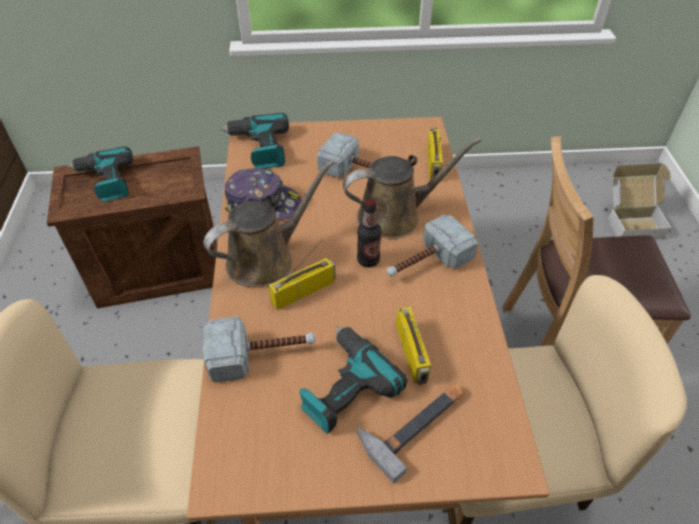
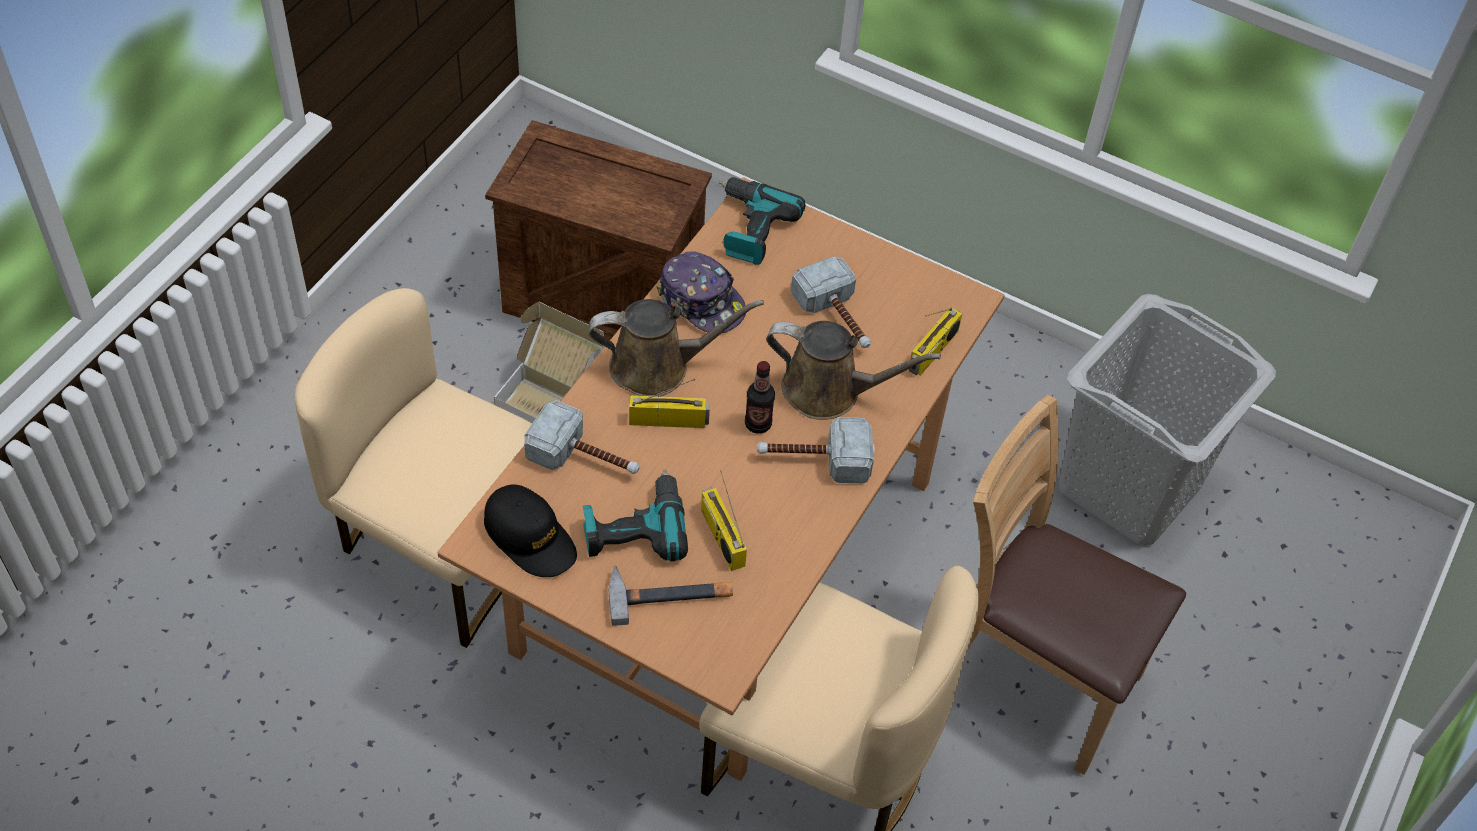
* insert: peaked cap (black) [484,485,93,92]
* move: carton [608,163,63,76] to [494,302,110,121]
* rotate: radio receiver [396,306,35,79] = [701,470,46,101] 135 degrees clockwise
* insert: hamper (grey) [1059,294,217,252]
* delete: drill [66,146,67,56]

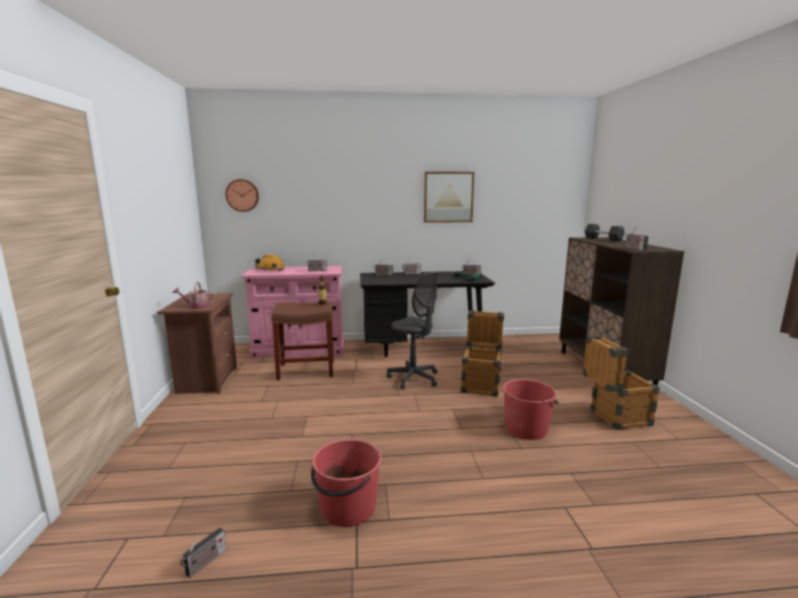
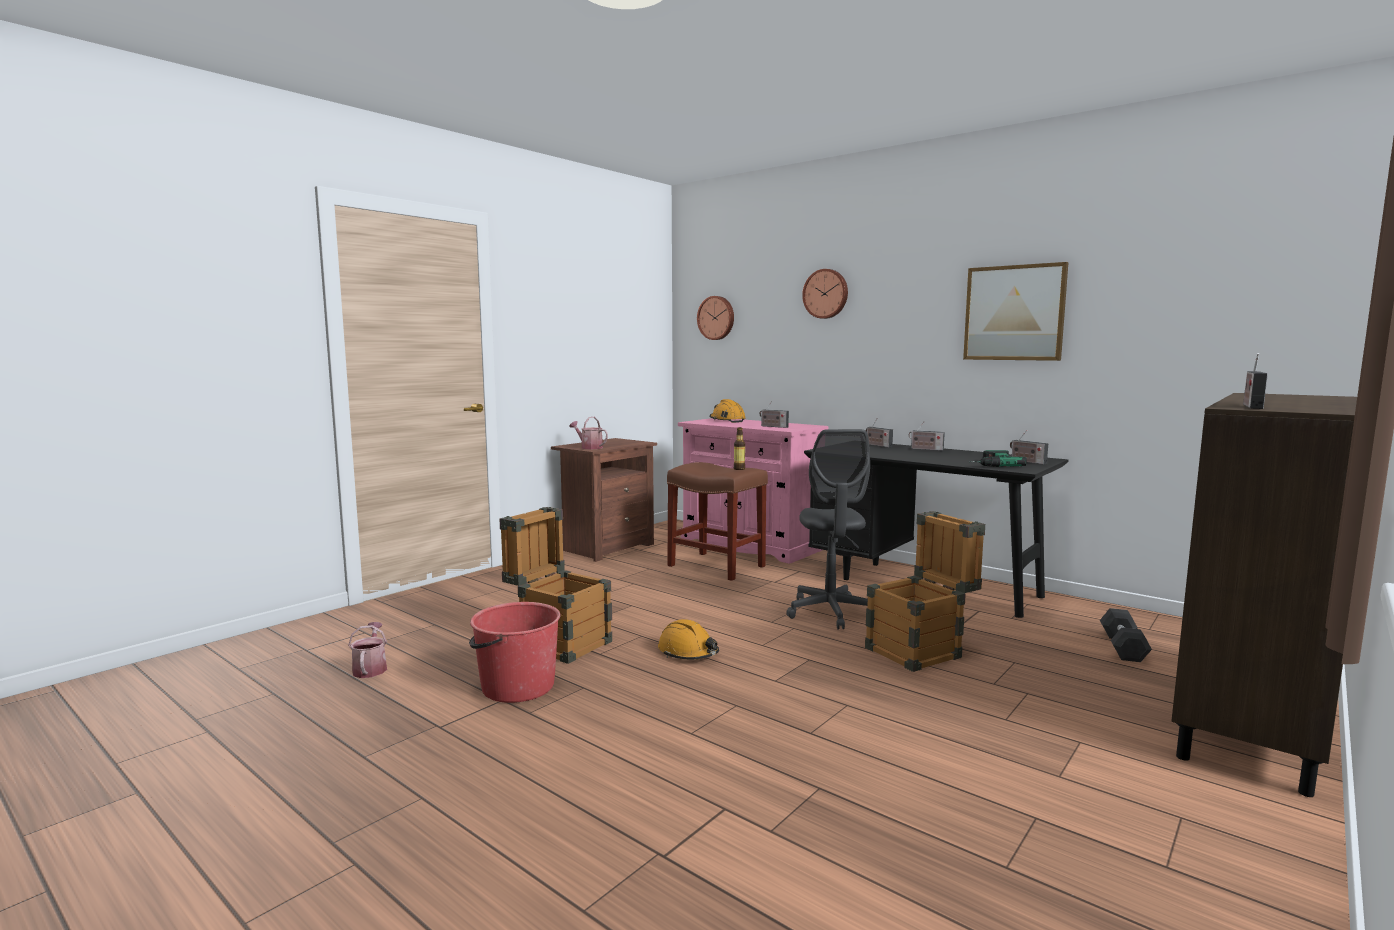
* replace: radio receiver [180,528,46,50] to watering pot [348,622,39,56]
* move: crate [582,335,78,95] to [500,507,112,157]
* insert: safety helmet (orangey) [658,619,61,41]
* insert: hanging clock [802,269,46,50]
* move: dumbbell (grey) [585,224,40,17] to [1100,608,52,54]
* delete: bucket (red) [503,379,55,61]

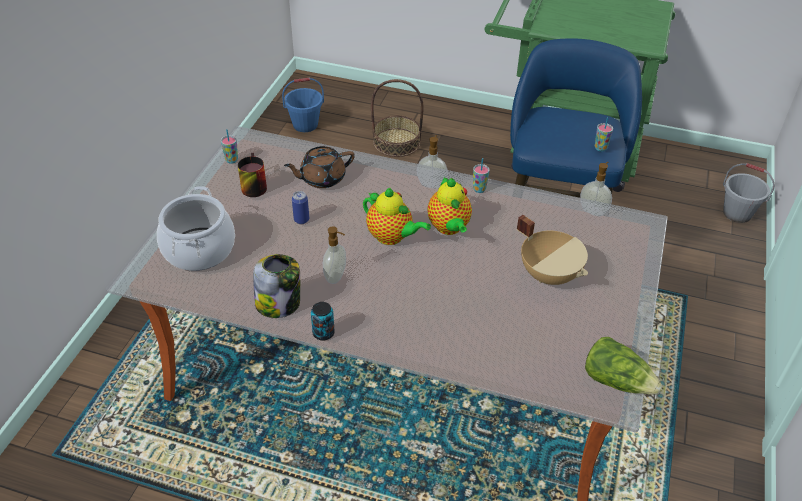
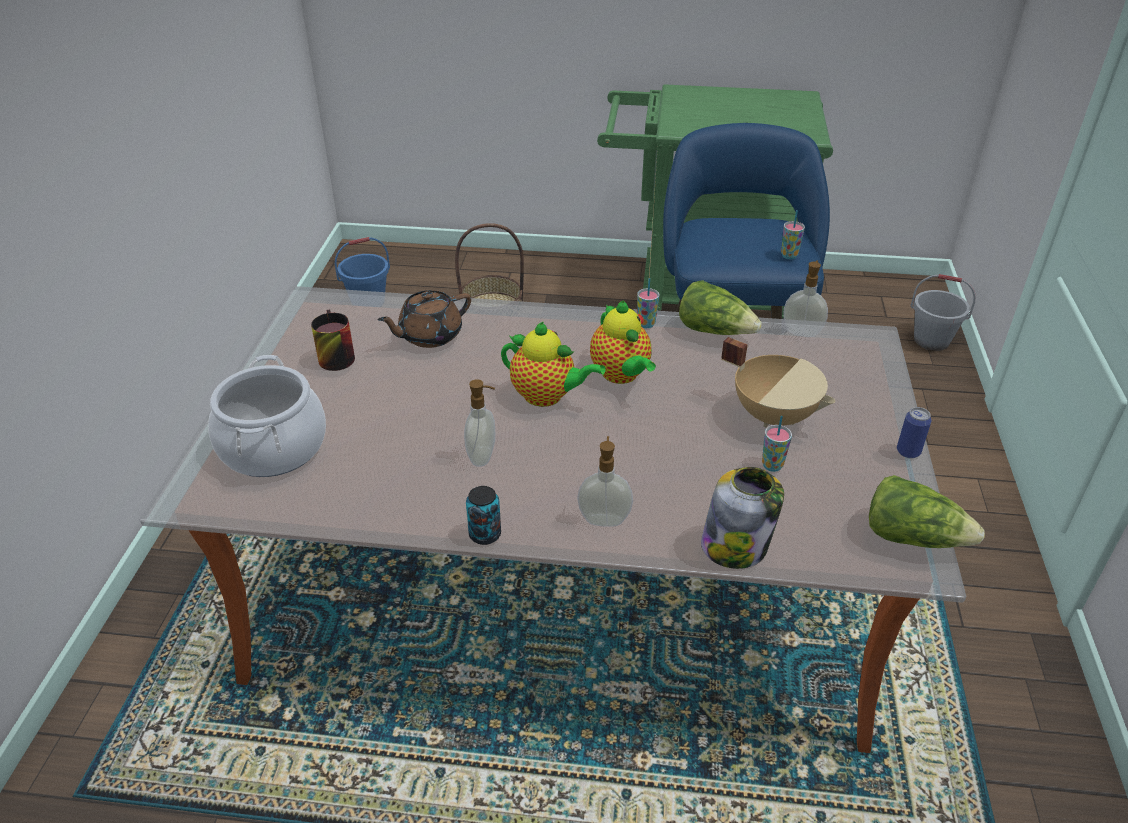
* move: liquid soap bottle [417,135,31,54] to [577,436,56,91]
* insert: lettuce head [679,280,83,55]
* move: storage jar [253,254,47,64] to [701,467,83,102]
* move: cup [221,129,17,35] to [762,416,30,56]
* move: metal can [292,191,17,33] to [897,407,35,51]

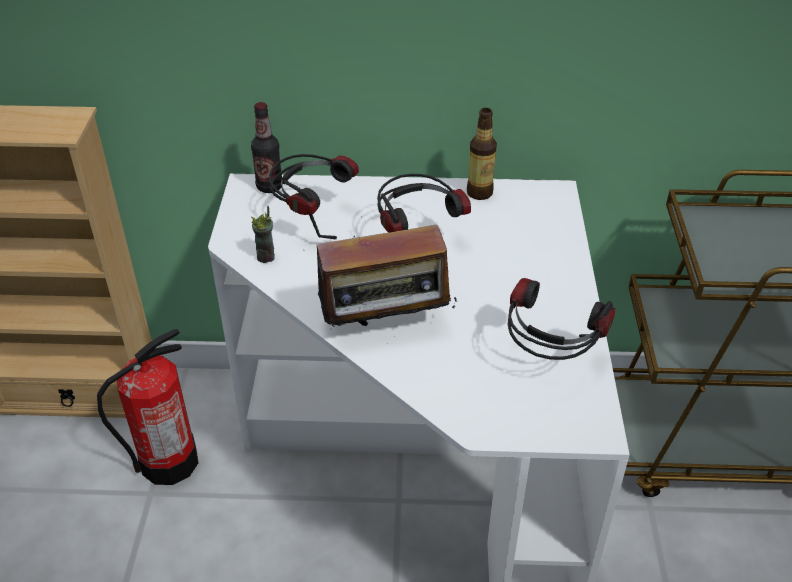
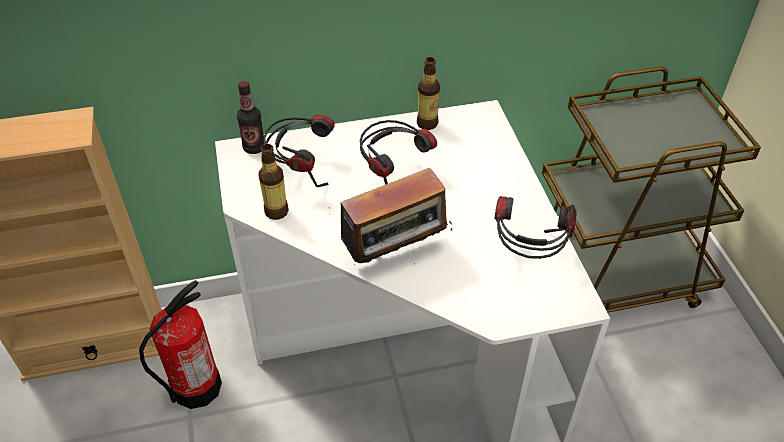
* replace: cup [251,206,24,57] to beverage bottle [258,144,31,76]

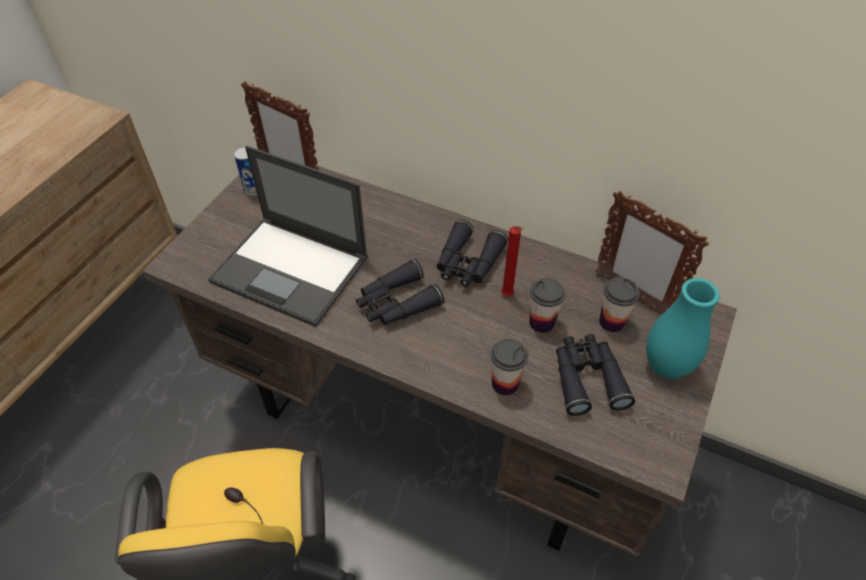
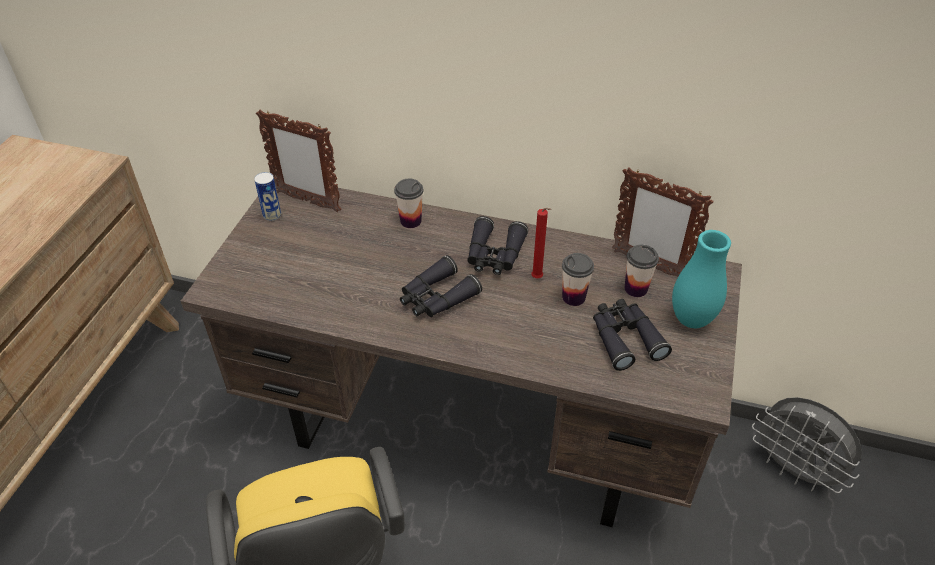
* move: cup [490,338,38,57] to [394,179,30,49]
* insert: fan (grey) [752,397,110,96]
* delete: portable computer [208,146,160,181]

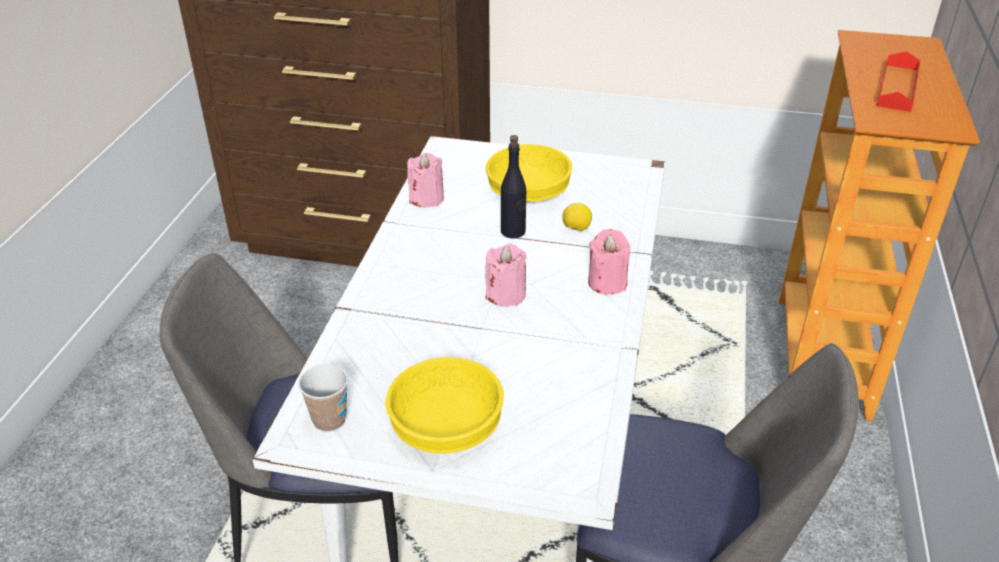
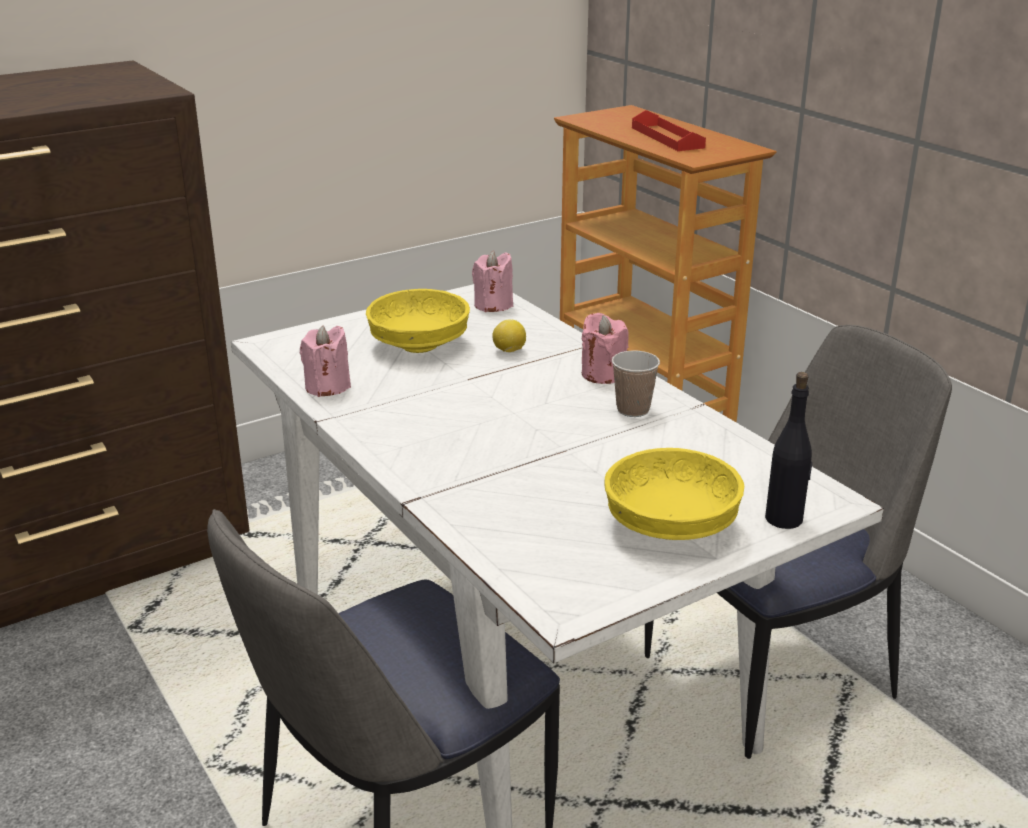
* move: wax candle (pink-coloured) [485,243,42,64] to [472,251,41,61]
* move: cup [298,364,50,68] to [612,351,48,66]
* move: beverage bottle (black) [501,135,26,103] to [765,372,47,157]

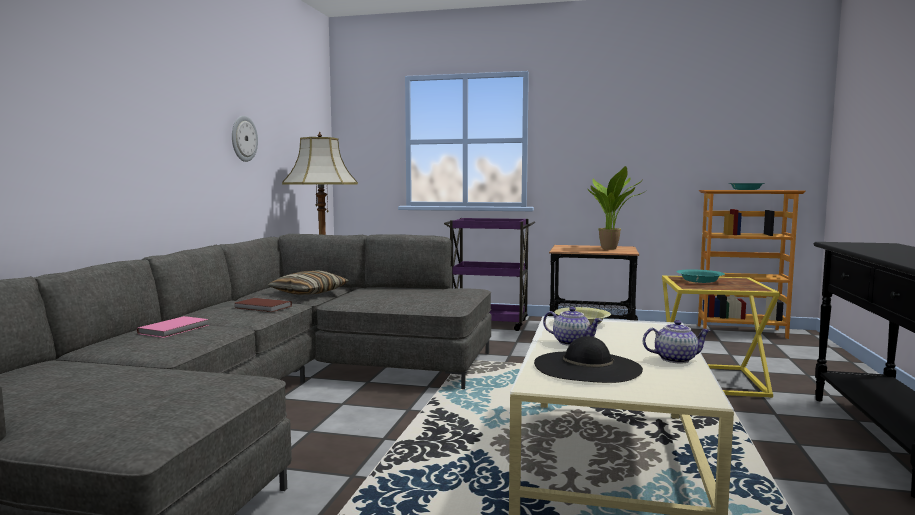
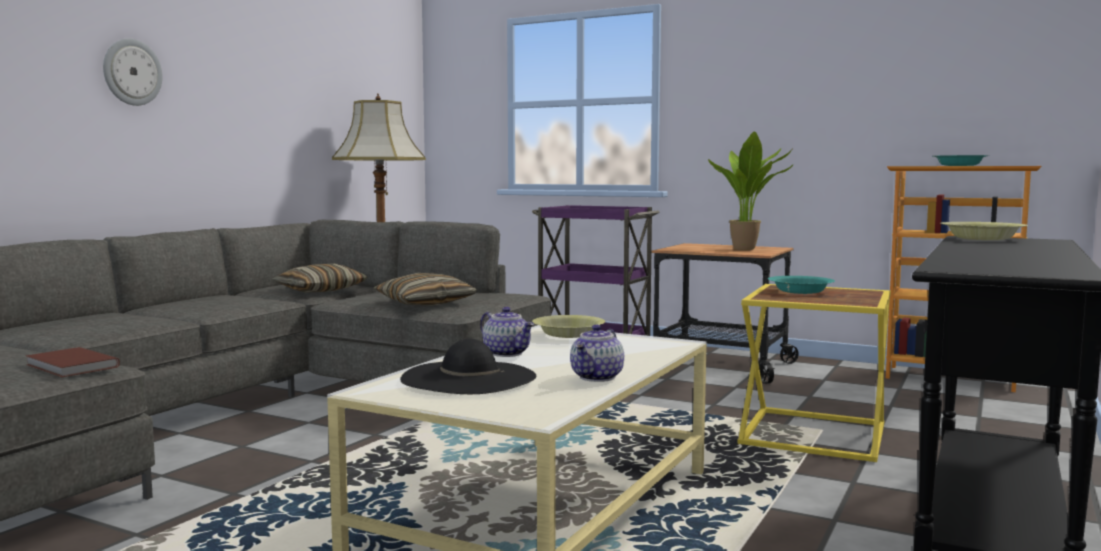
* move: book (brown-coloured) [235,298,57,14] to [26,347,94,30]
* move: hanging clock [232,116,26,46] to [103,38,60,68]
* insert: throw pillow [374,273,103,33]
* rotate: teapot [643,320,68,43] = [570,325,54,57] 105 degrees clockwise
* insert: serving bowl (yellow-coloured) [941,222,87,18]
* delete: book (pink-coloured) [137,316,72,22]

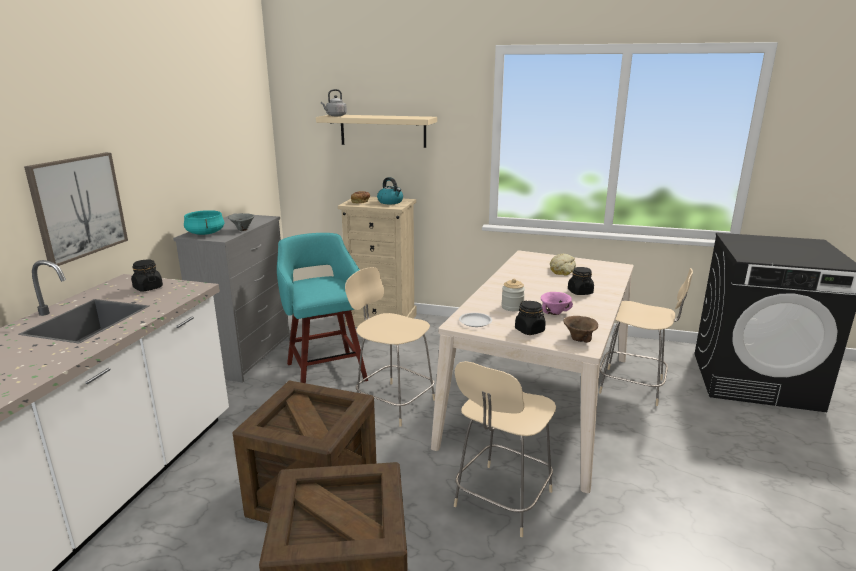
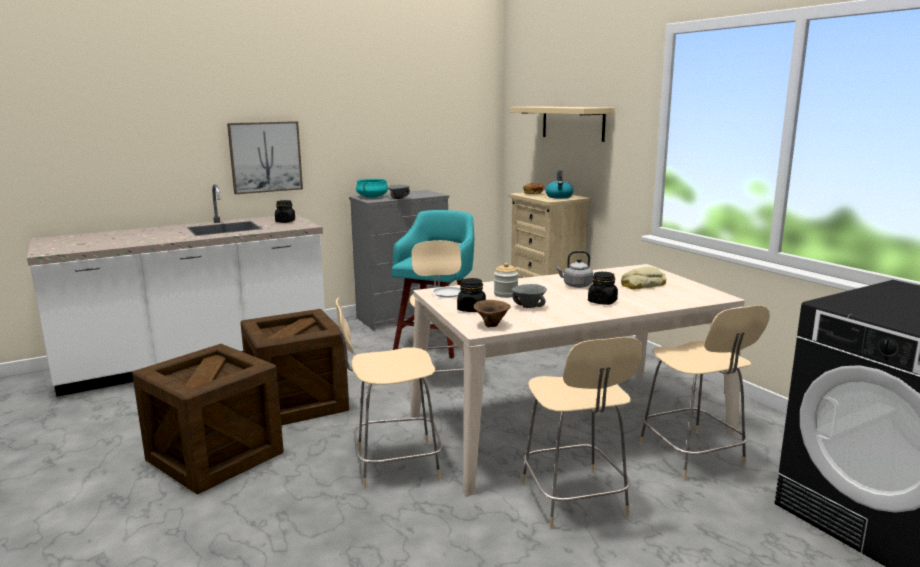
* recolor: serving bowl (pink-coloured) [541,292,32,23] to serving bowl (grey) [512,284,35,24]
* insert: chair (sand-coloured) [522,337,121,192]
* move: water kettle (grey) [321,89,26,27] to [556,251,37,37]

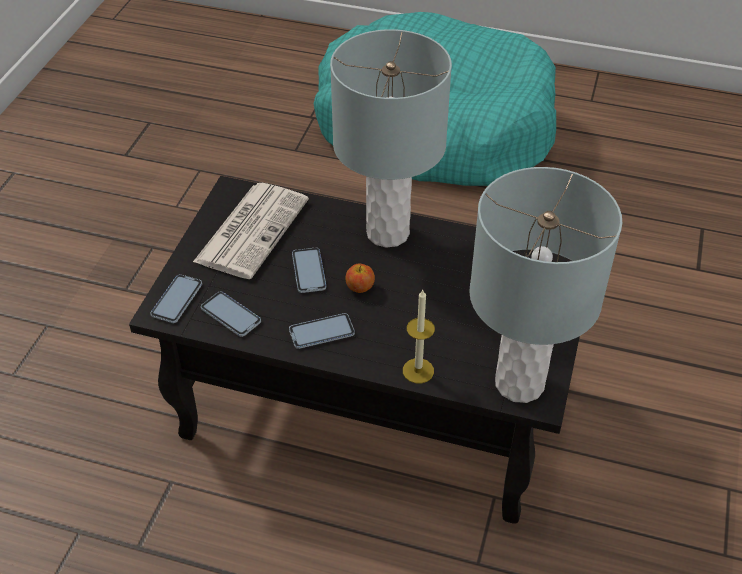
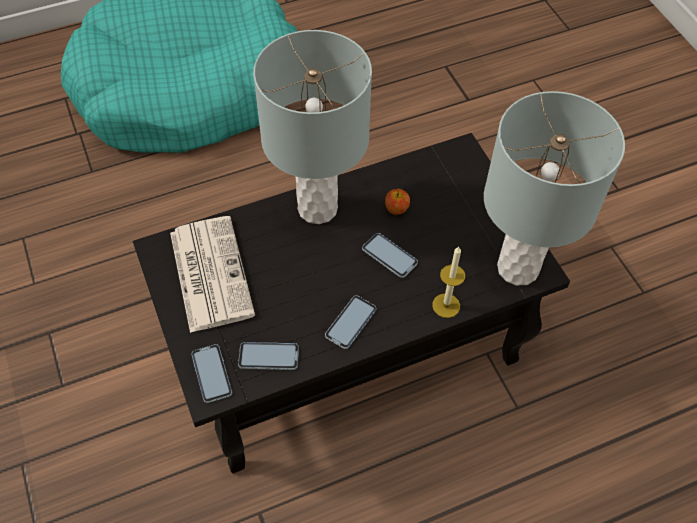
* move: handset [292,248,34,45] to [362,233,56,45]
* move: whole apple [345,264,30,29] to [385,189,25,26]

